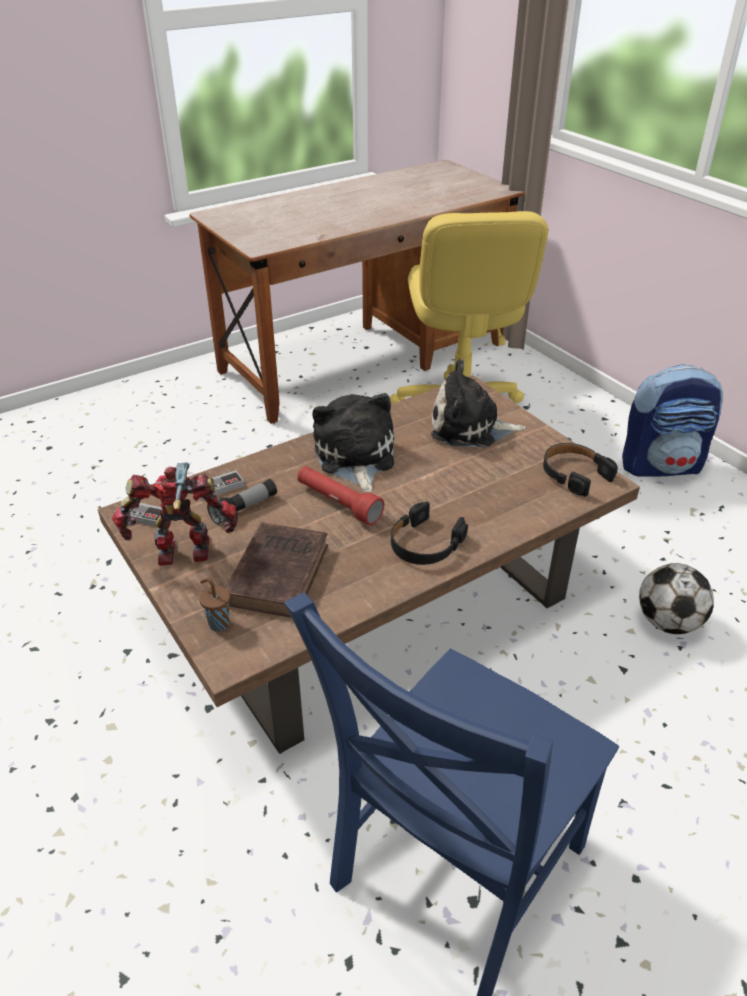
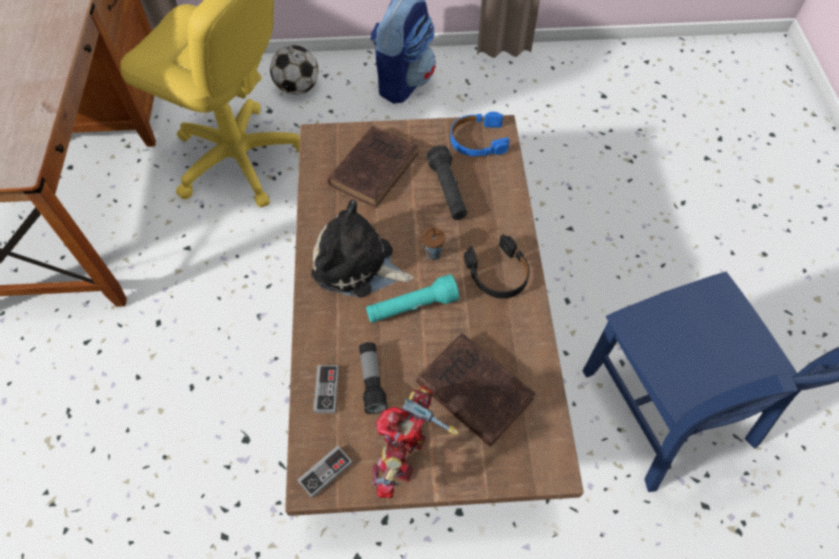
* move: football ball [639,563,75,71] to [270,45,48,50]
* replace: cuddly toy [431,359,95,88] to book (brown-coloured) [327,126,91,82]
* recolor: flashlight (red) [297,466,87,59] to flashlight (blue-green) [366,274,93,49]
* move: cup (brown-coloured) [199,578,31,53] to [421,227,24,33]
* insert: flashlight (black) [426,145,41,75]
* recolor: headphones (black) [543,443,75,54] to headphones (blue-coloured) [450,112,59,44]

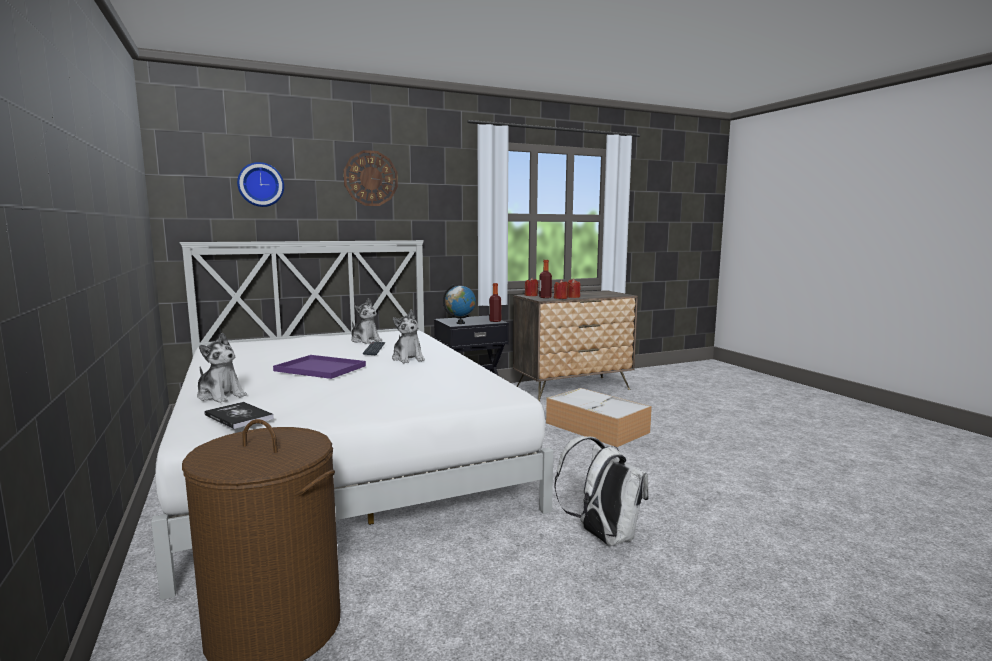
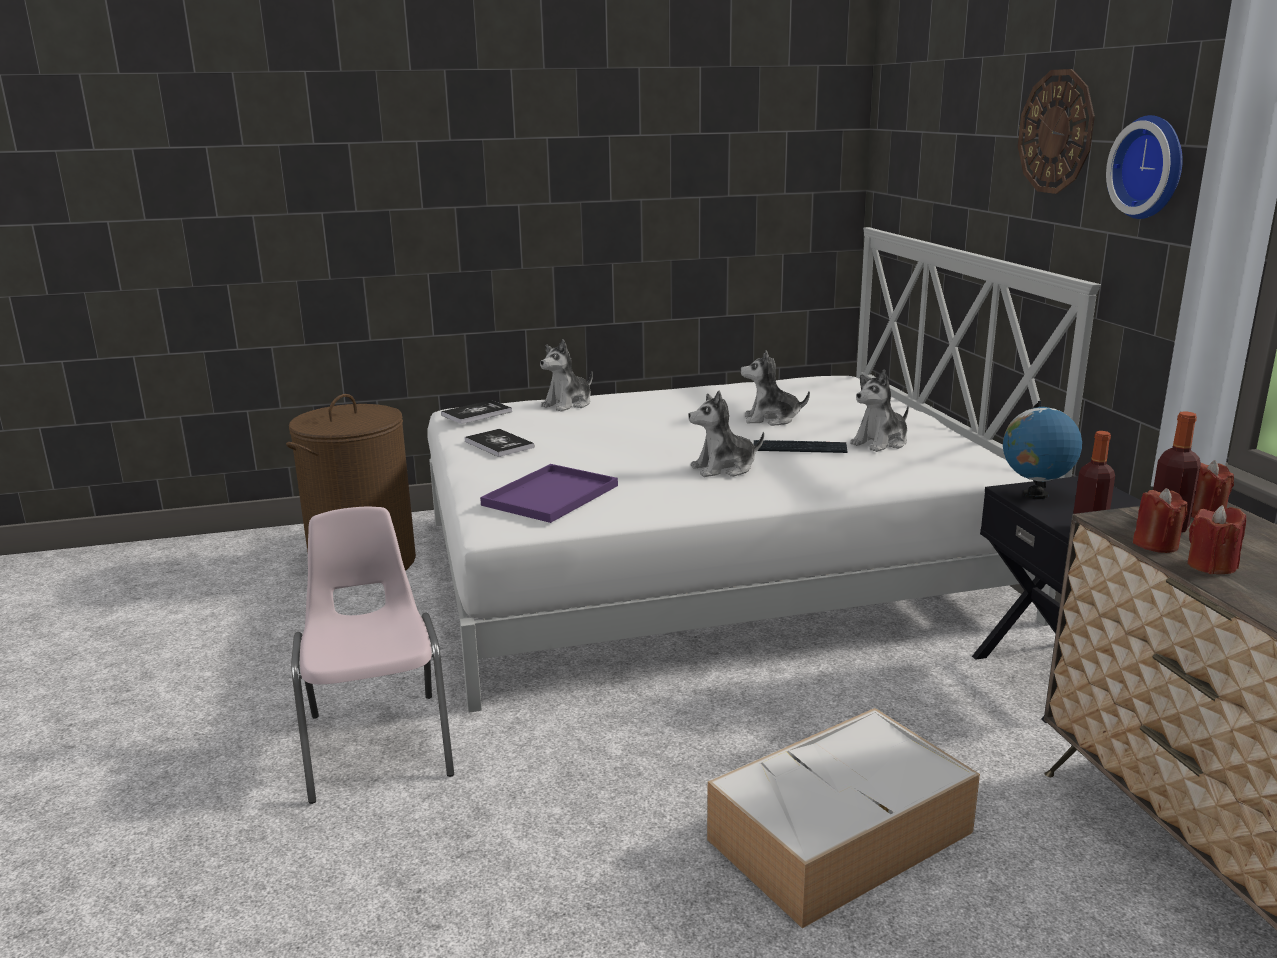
* replace: knapsack (whitish) [554,436,95,110] to chair (pink-coloured) [291,507,163,297]
* insert: book [465,429,69,28]
* move: tray (purple) [273,355,93,24] to [480,464,138,59]
* insert: cuddly toy [740,350,70,76]
* move: hanging clock [237,162,47,45] to [1106,115,77,104]

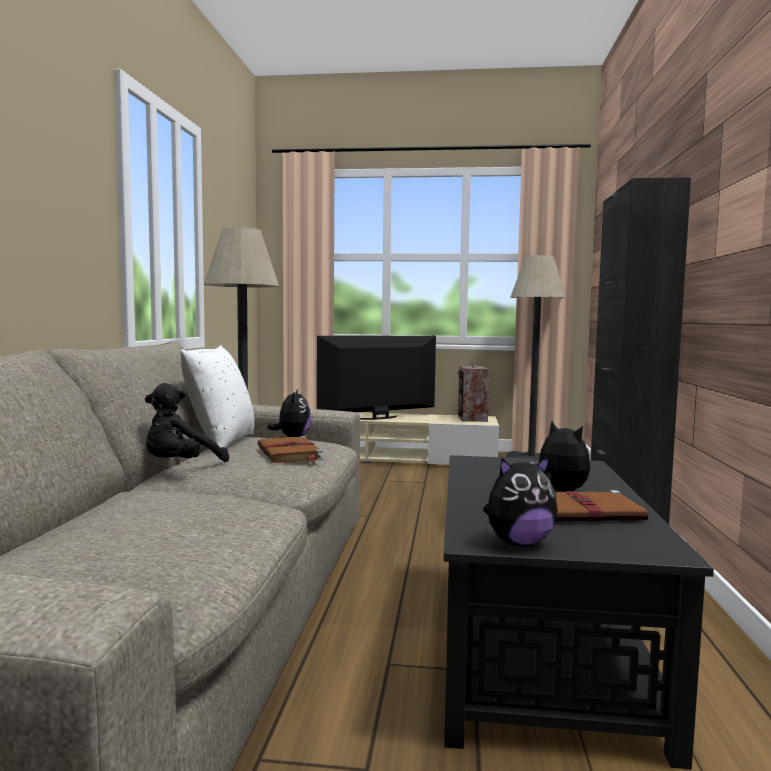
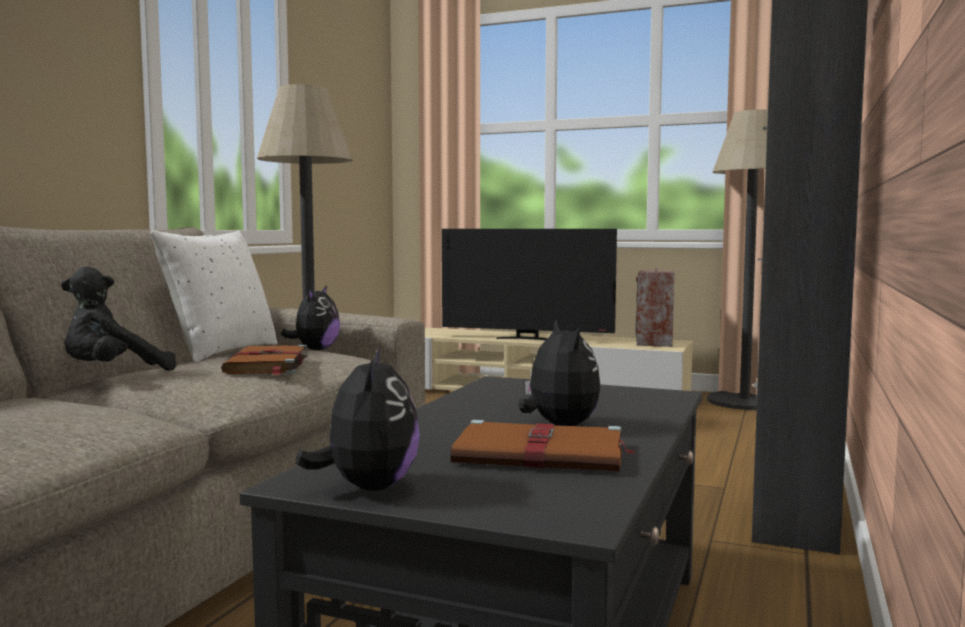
* rotate: cuddly toy [483,455,75,91] = [295,347,125,144] 90 degrees counterclockwise
* rotate: TV set [317,336,119,84] = [442,229,175,111] 150 degrees counterclockwise

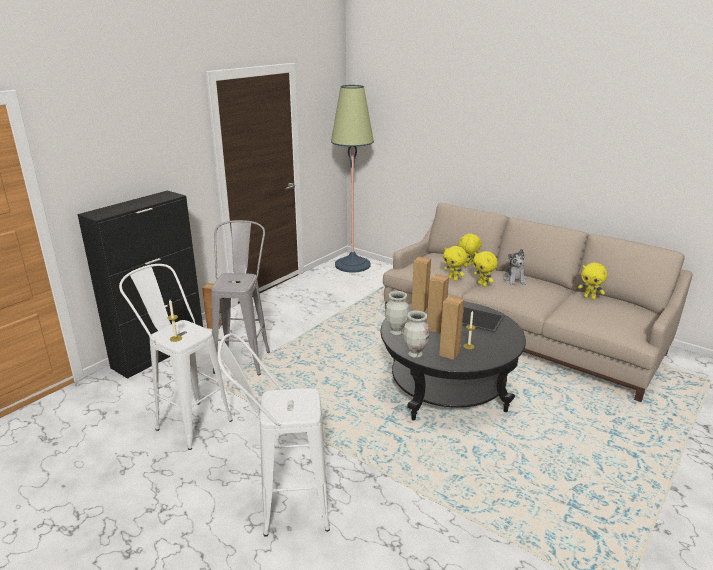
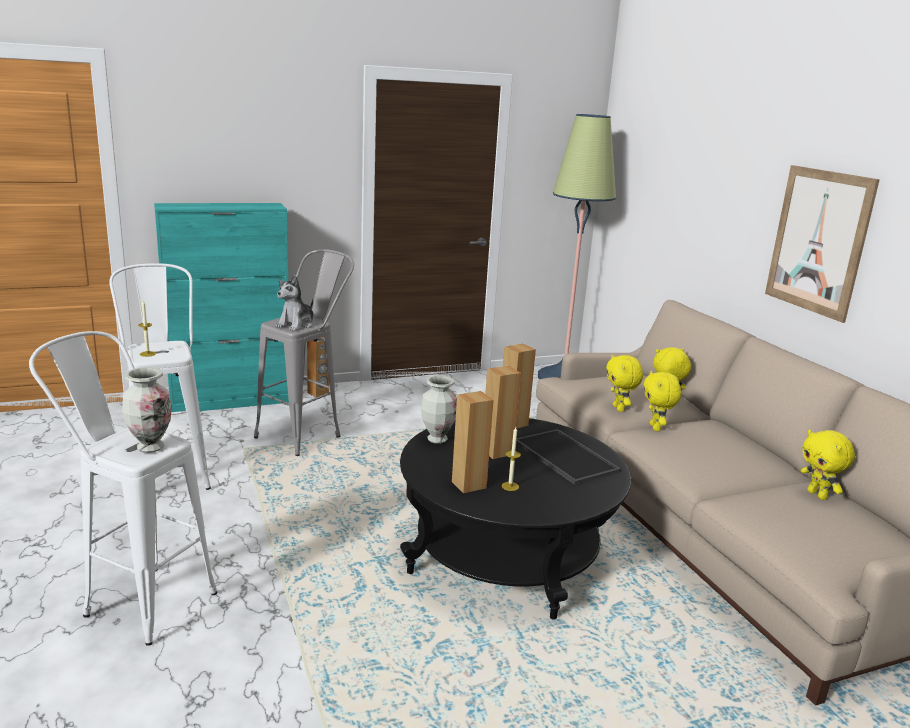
* move: decorative vase [403,310,26,48] to [122,367,50,86]
* recolor: storage cabinet (black) [77,190,126,189] to storage cabinet (blue-green) [154,203,135,209]
* move: cuddly toy [503,249,23,36] to [276,275,38,56]
* insert: picture [765,165,115,158]

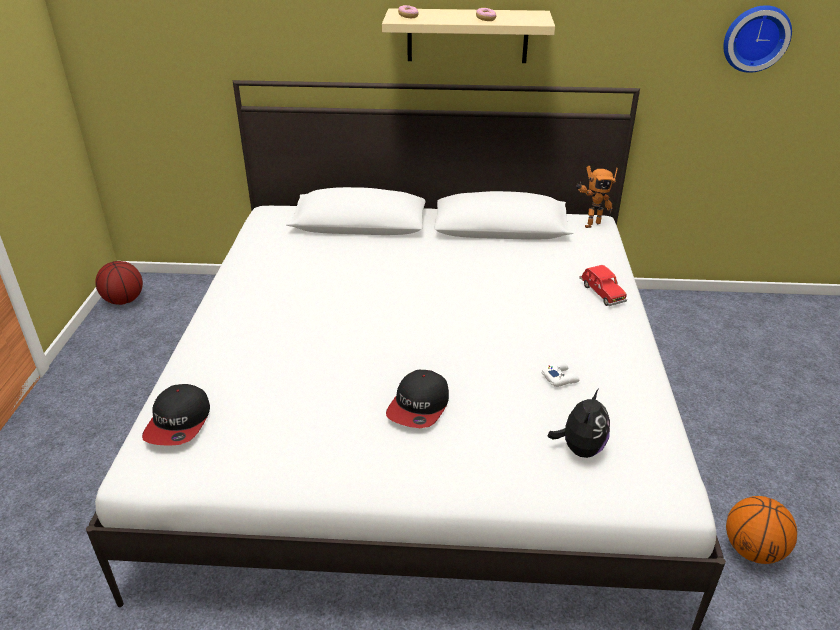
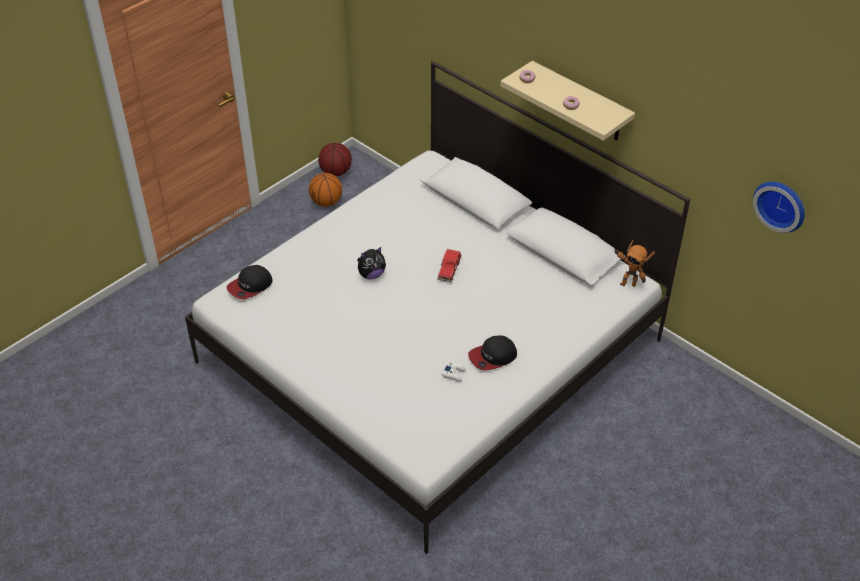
* move: basketball ball [726,496,71,68] to [309,173,33,34]
* move: cuddly toy [548,389,62,69] to [357,247,29,32]
* move: miniature car (red) [579,265,48,41] to [437,249,25,34]
* move: peaked cap [386,370,63,58] to [468,336,49,34]

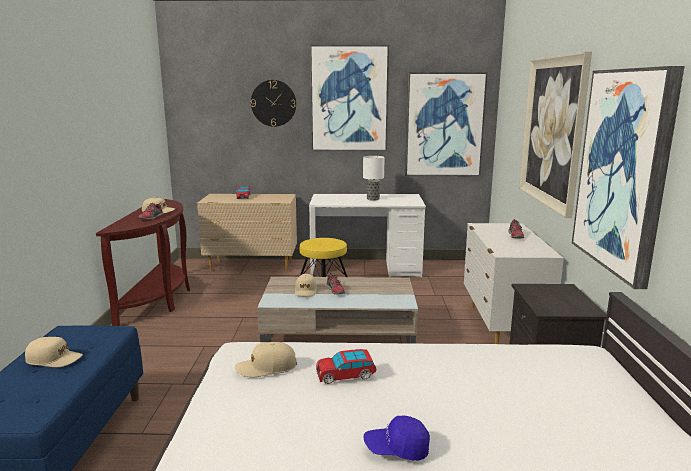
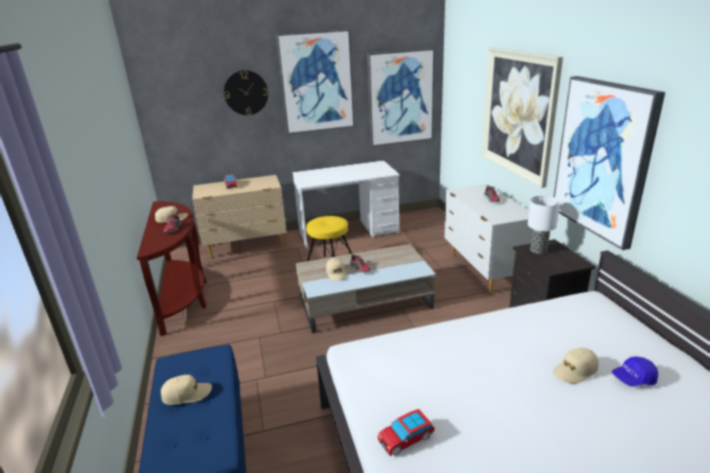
* move: miniature car [316,349,61,35] to [378,409,57,47]
* move: lamp for a table [363,156,22,45] to [528,196,32,58]
* move: peaked cap (sand-coloured) [235,342,62,35] to [553,348,46,36]
* move: peaked cap (blue-coloured) [364,416,66,44] to [612,356,46,31]

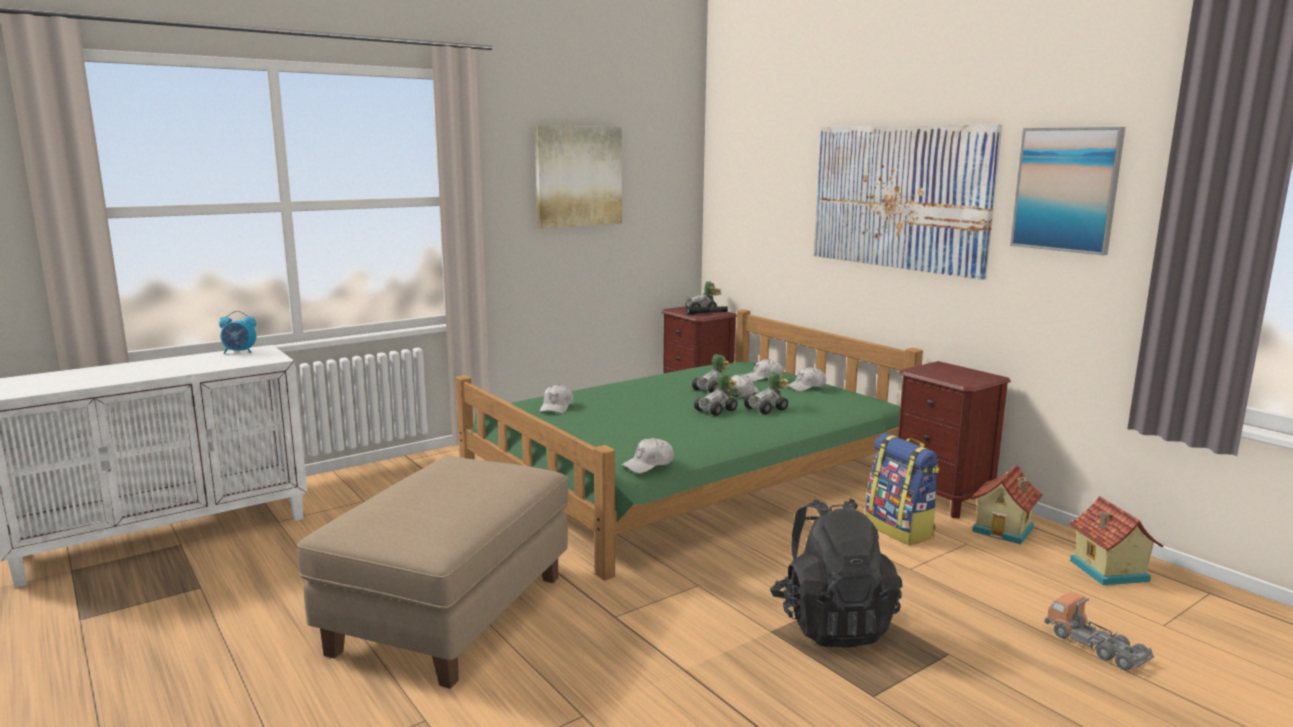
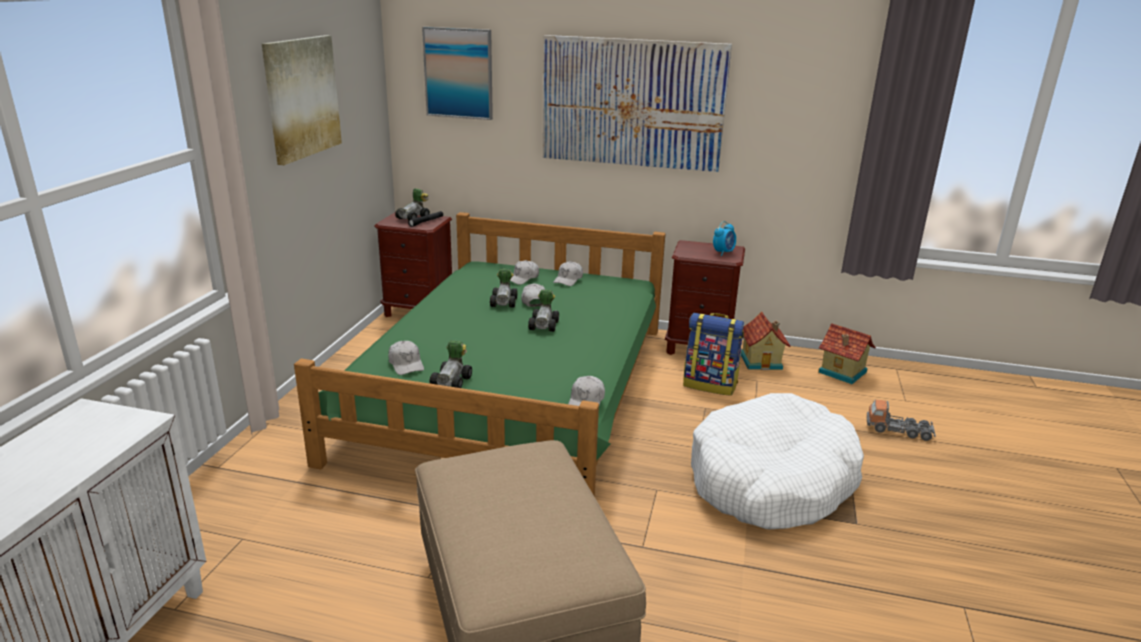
* move: picture [1010,127,115,128] to [422,27,71,93]
* move: miniature car [744,371,45,43] to [429,340,43,48]
* replace: knapsack (black) [770,498,132,150] to dog bed (whitish) [691,393,173,136]
* move: table clock [219,311,37,43] to [713,221,23,35]

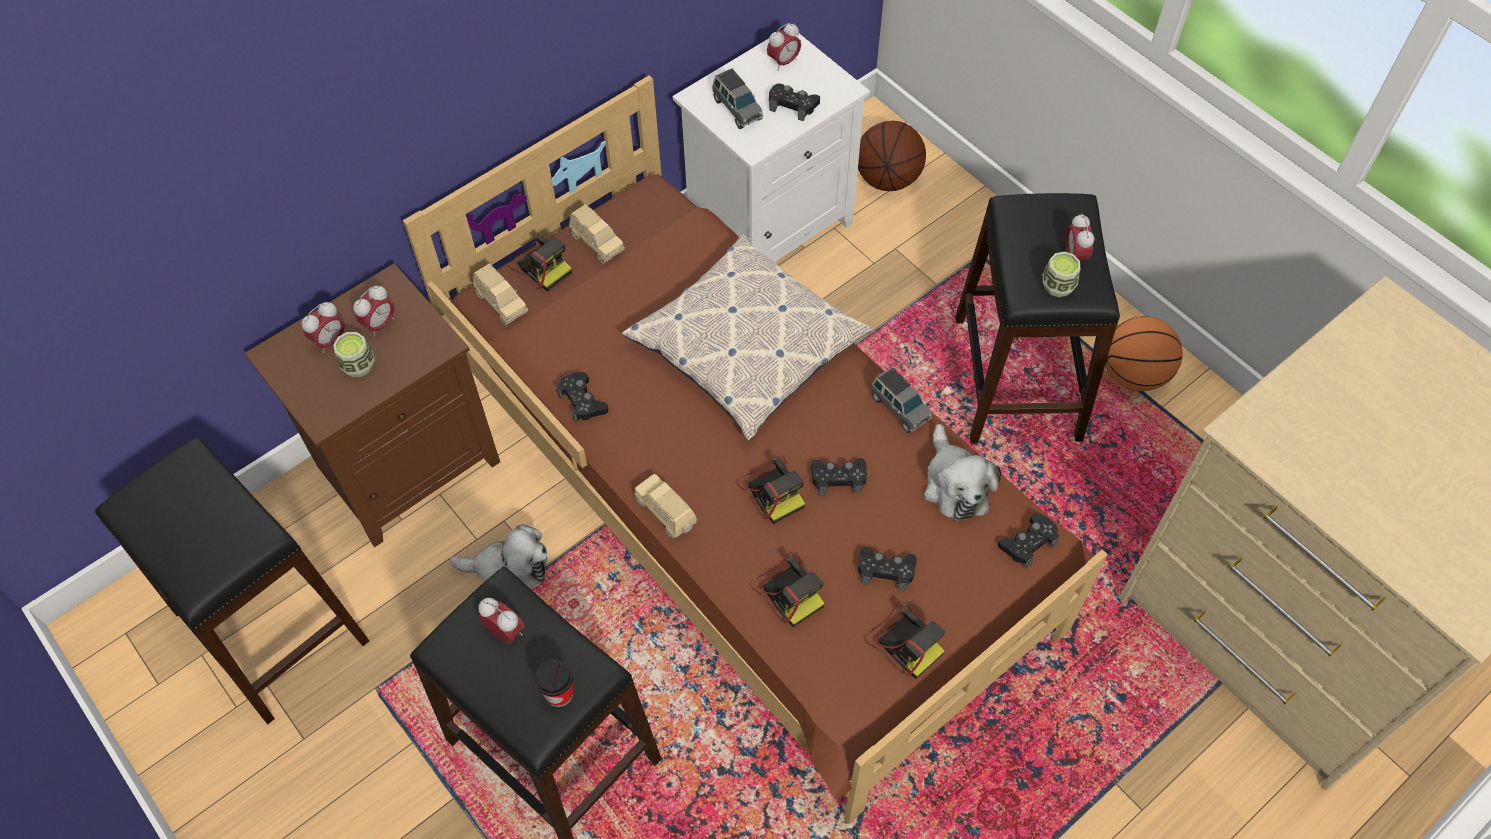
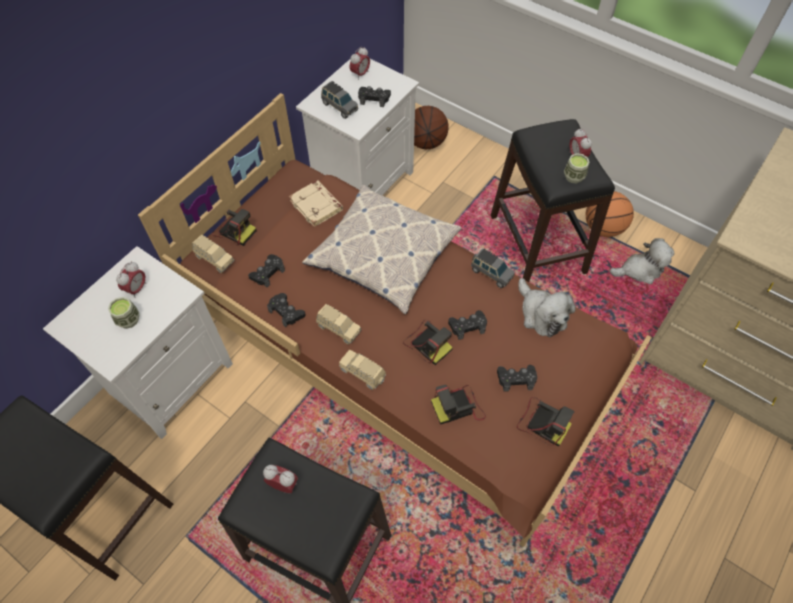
* recolor: nightstand (brown-coloured) [244,263,256,284] to nightstand (whitish) [43,246,190,193]
* move: joypad (black) [998,513,61,55] to [248,254,37,33]
* insert: book (sand-coloured) [289,180,54,47]
* move: miniature car (sand-coloured) [569,204,56,60] to [316,304,45,41]
* rotate: photo camera [750,552,75,76] = [431,385,55,39] 120 degrees clockwise
* move: cuddly toy [450,524,98,65] to [610,238,64,46]
* delete: table clock [302,302,43,51]
* delete: cup [535,659,38,48]

